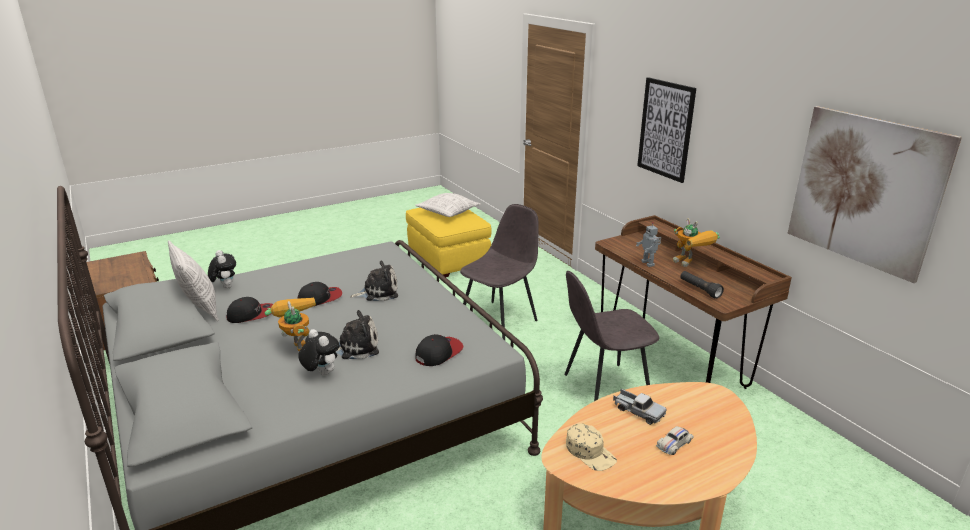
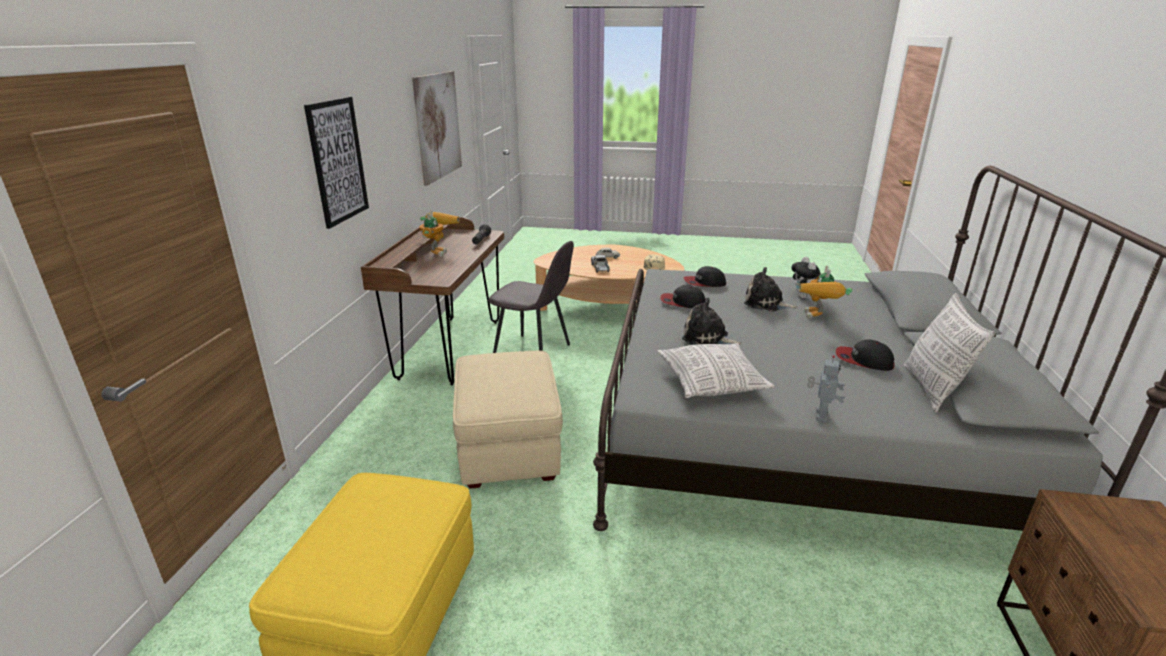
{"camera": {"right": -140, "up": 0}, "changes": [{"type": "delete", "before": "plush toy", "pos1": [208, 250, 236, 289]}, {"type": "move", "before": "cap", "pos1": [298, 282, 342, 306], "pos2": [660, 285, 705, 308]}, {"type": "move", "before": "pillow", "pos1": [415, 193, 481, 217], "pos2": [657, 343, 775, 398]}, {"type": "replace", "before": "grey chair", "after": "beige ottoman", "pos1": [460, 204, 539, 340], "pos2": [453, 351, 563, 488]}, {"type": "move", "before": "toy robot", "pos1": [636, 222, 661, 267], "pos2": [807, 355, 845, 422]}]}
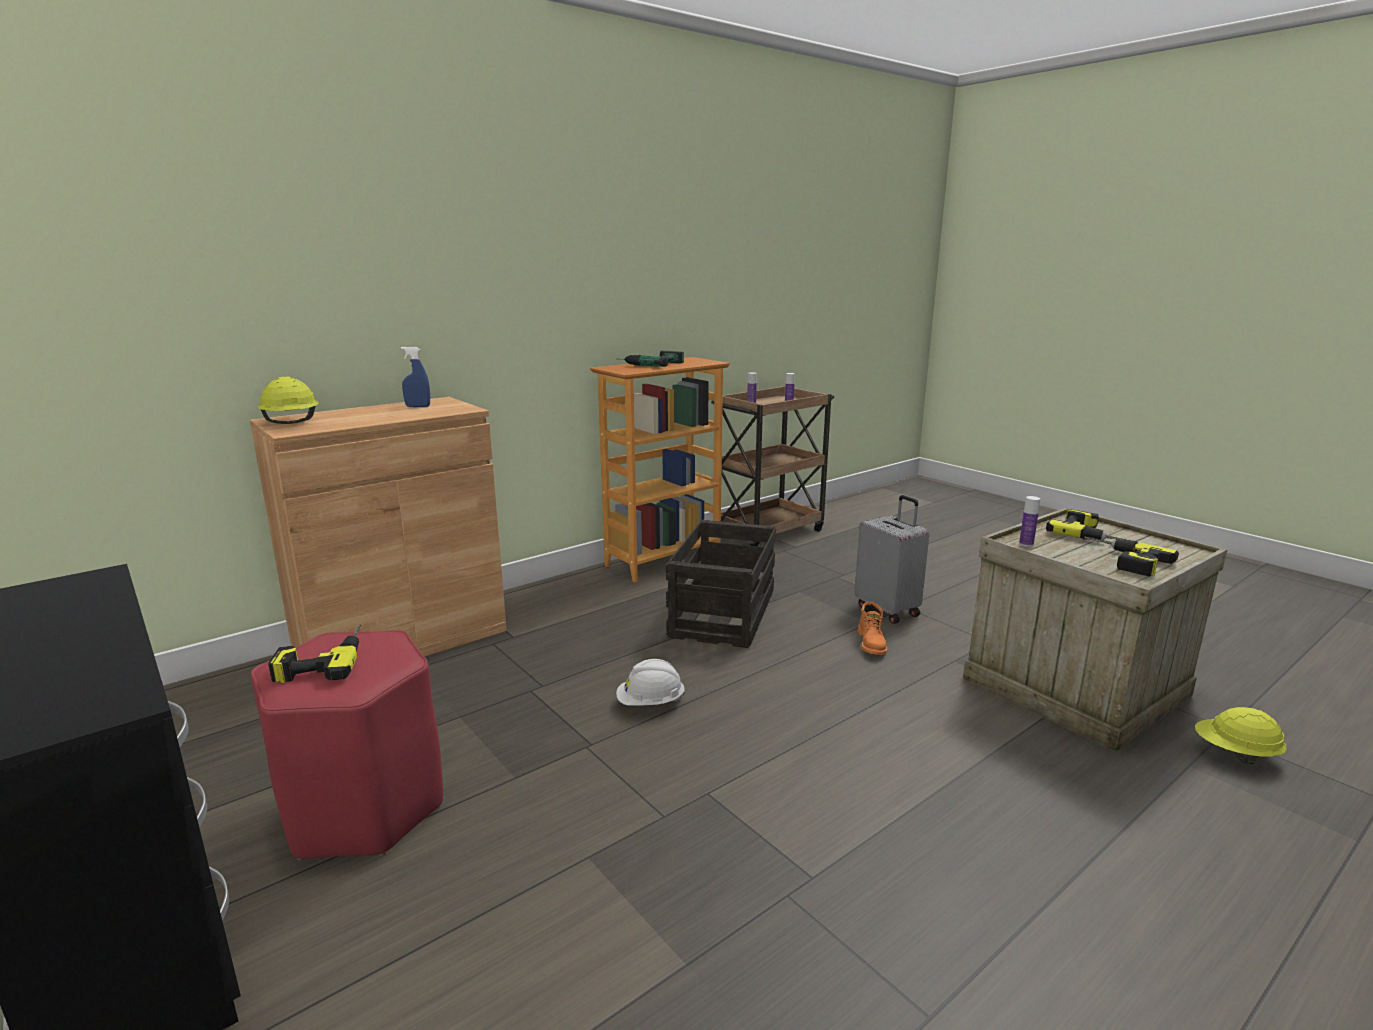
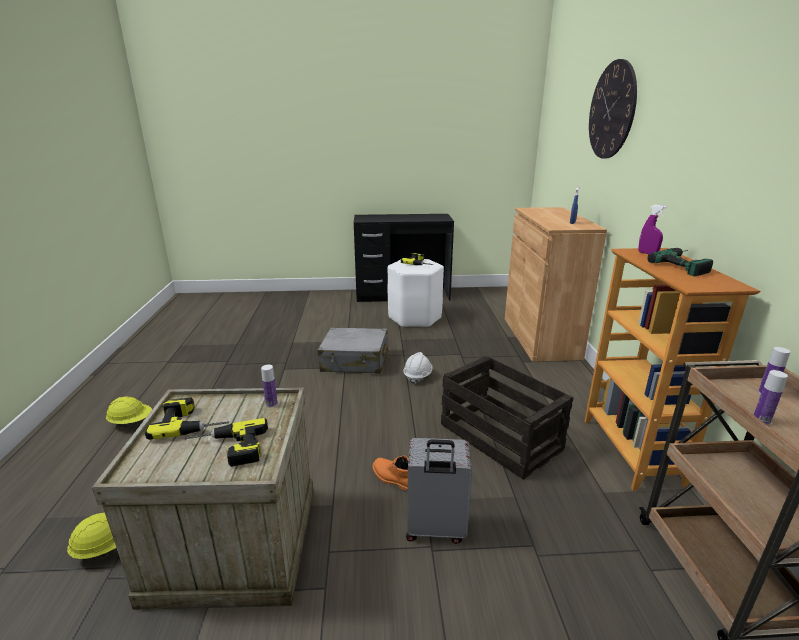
{"camera": {"right": 125, "up": 5}, "changes": [{"type": "recolor", "before": "red stool", "after": "white stool", "pos1": [251, 630, 443, 861], "pos2": [388, 259, 444, 328]}, {"type": "move", "before": "yellow hard hat", "pos1": [257, 377, 319, 424], "pos2": [106, 397, 152, 428]}, {"type": "insert", "after": "grey suitcase", "pos2": [317, 328, 389, 374]}, {"type": "insert", "after": "wall clock", "pos2": [589, 59, 637, 159]}, {"type": "insert", "after": "purple spray bottle", "pos2": [638, 204, 667, 254]}]}
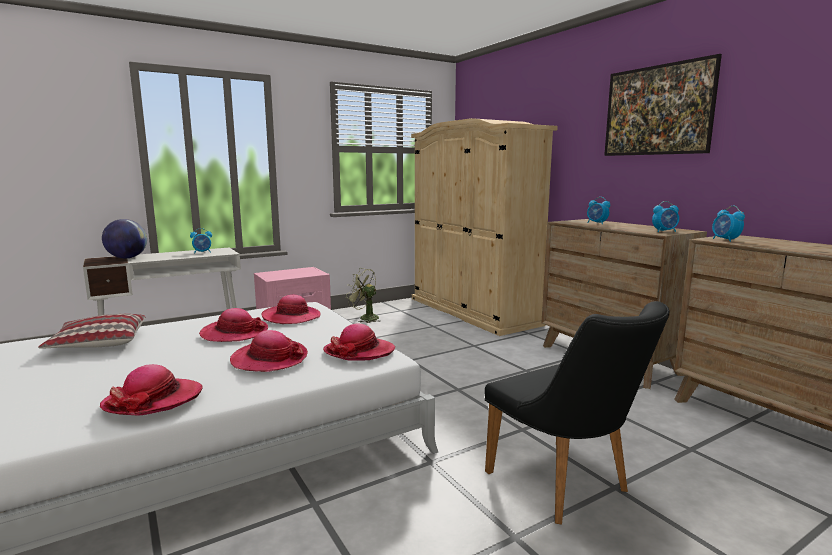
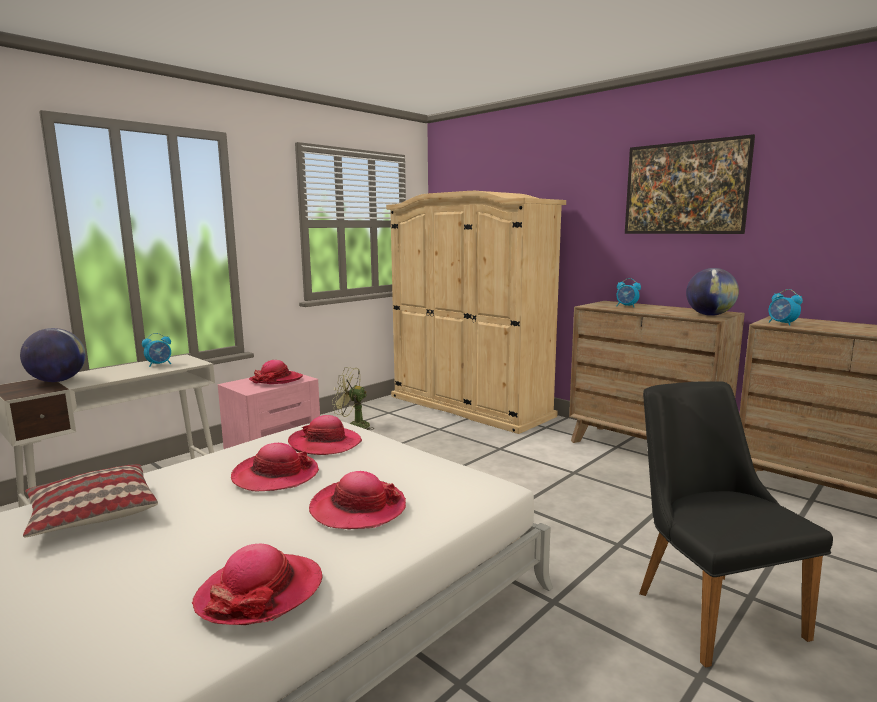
{"camera": {"right": -15, "up": 0}, "changes": [{"type": "move", "before": "hat", "pos1": [323, 323, 395, 361], "pos2": [249, 360, 303, 384]}, {"type": "rotate", "before": "black chair", "pos1": [484, 301, 669, 525], "pos2": [639, 381, 833, 668], "turn": -150}, {"type": "replace", "before": "alarm clock", "after": "globe", "pos1": [652, 201, 679, 232], "pos2": [686, 268, 739, 316]}]}
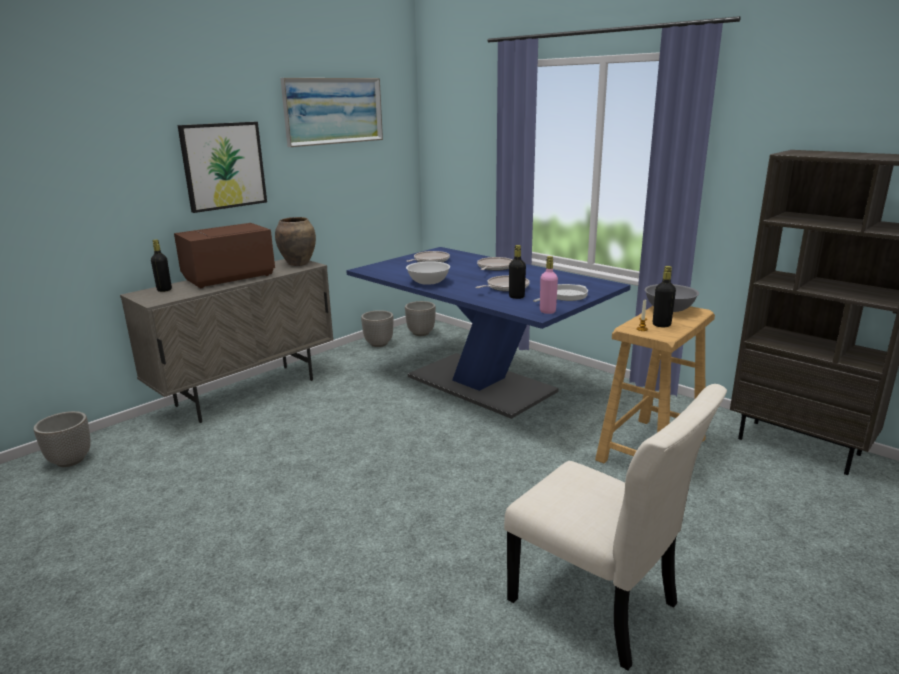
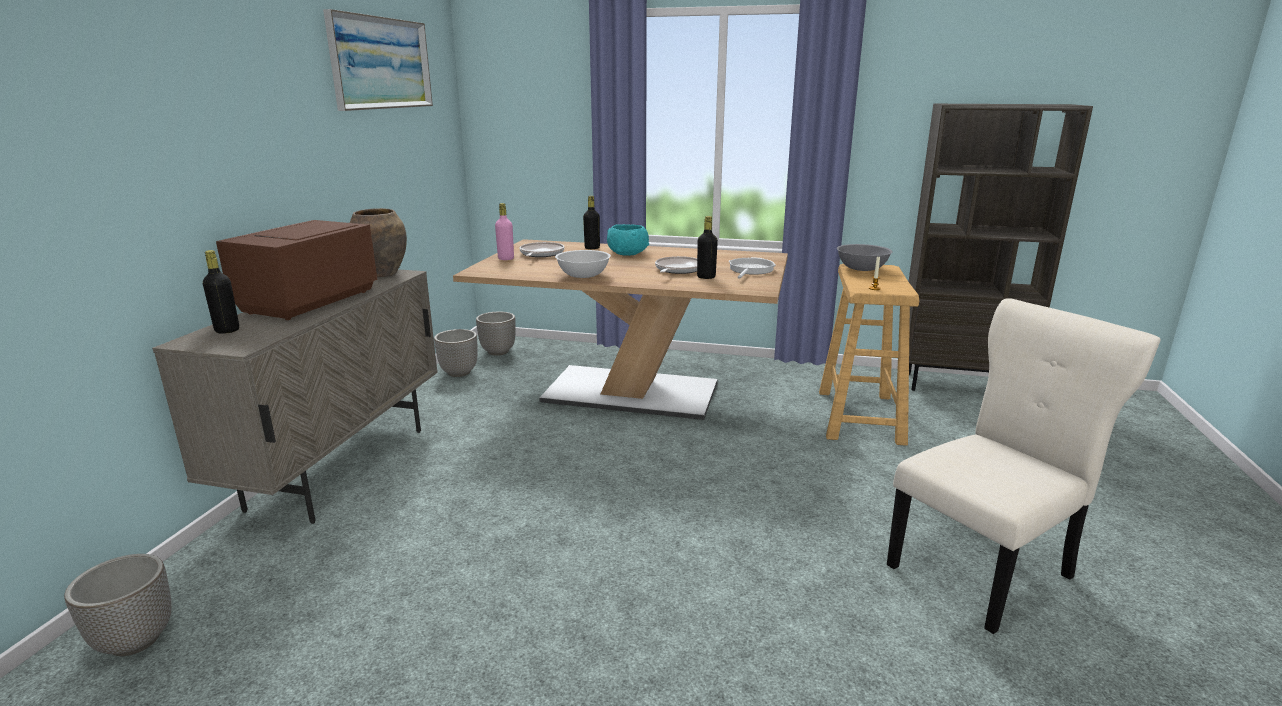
{"camera": {"right": -30, "up": 0}, "changes": [{"type": "delete", "before": "picture", "pos1": [177, 122, 267, 213]}, {"type": "recolor", "before": "blue dining table", "after": "brown dining table", "pos1": [346, 247, 631, 419], "pos2": [453, 239, 788, 420]}, {"type": "replace", "before": "frying pan", "after": "turquoise bowl", "pos1": [477, 257, 513, 271], "pos2": [607, 224, 649, 256]}, {"type": "rotate", "before": "beige chair", "pos1": [504, 384, 727, 671], "pos2": [887, 298, 1161, 634], "turn": -45}, {"type": "move", "before": "pink bottle", "pos1": [540, 256, 558, 314], "pos2": [495, 203, 514, 260]}, {"type": "move", "before": "black bottle", "pos1": [653, 266, 676, 327], "pos2": [583, 196, 600, 249]}]}
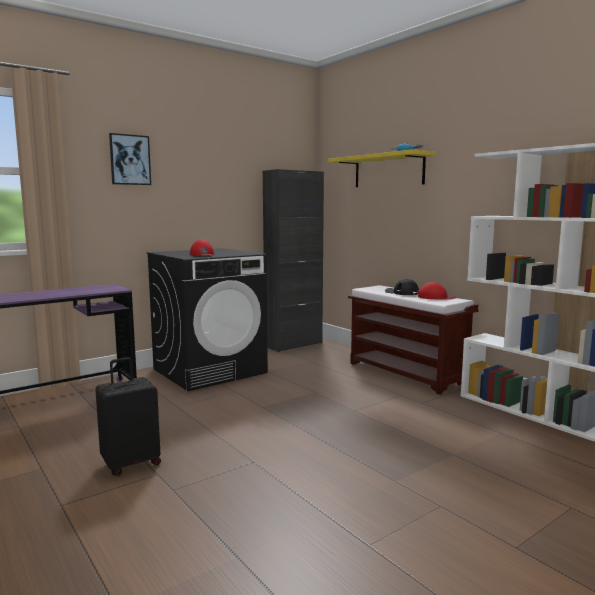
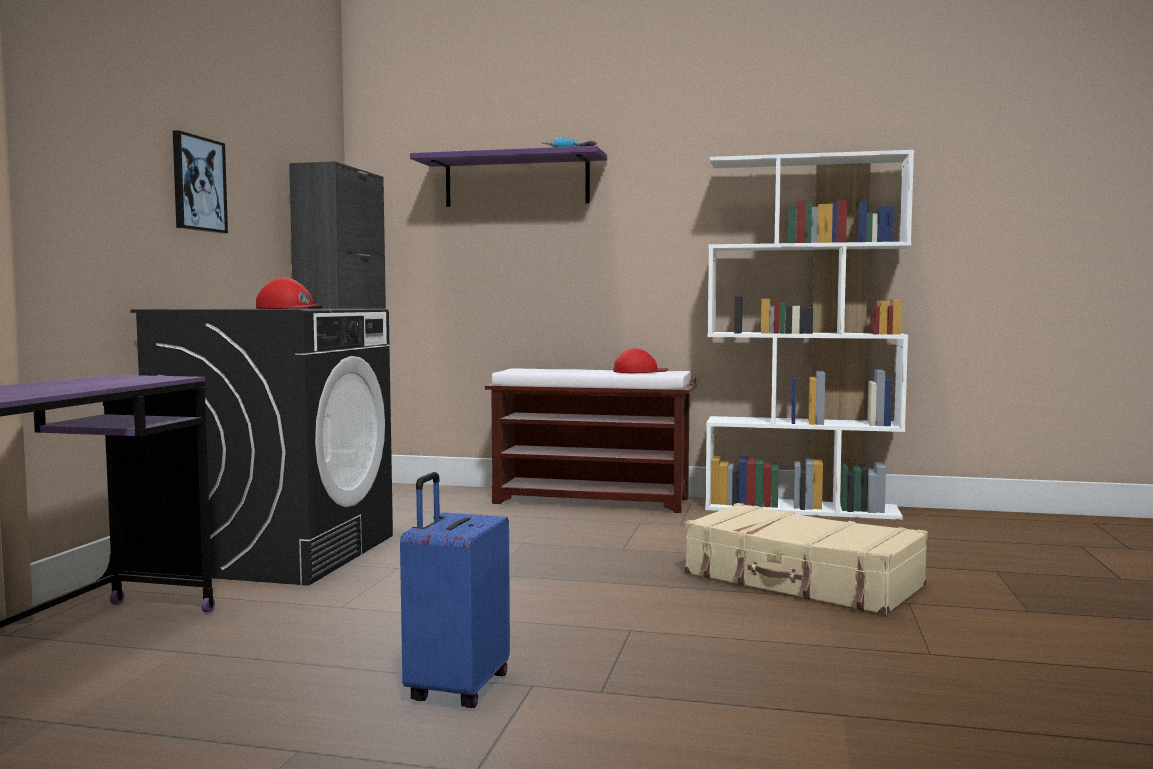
{"camera": {"right": -40, "up": -5}, "changes": [{"type": "recolor", "before": "black suitcase", "after": "blue suitcase", "pos1": [95, 357, 161, 476], "pos2": [400, 472, 510, 708]}, {"type": "move", "before": "picture", "pos1": [109, 133, 151, 185], "pos2": [173, 130, 228, 233]}, {"type": "recolor", "before": "yellow shelf", "after": "purple shelf", "pos1": [328, 150, 435, 187], "pos2": [410, 146, 607, 207]}, {"type": "delete", "before": "black cap", "pos1": [385, 279, 419, 295]}, {"type": "insert", "after": "beige suitcase", "pos2": [685, 503, 928, 615]}]}
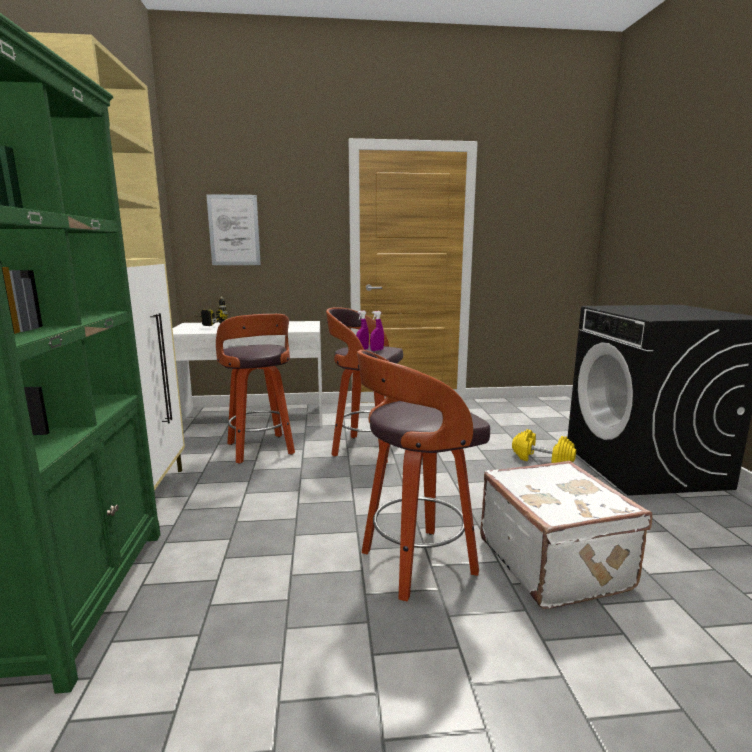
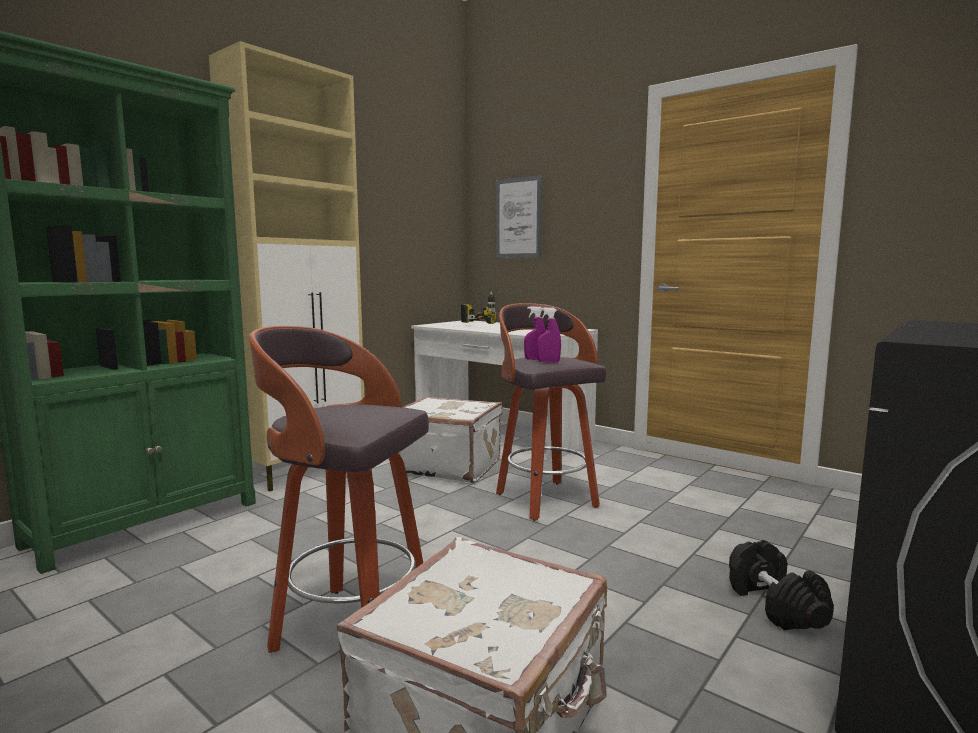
{"camera": {"right": 45, "up": -5}, "changes": [{"type": "replace", "before": "stool", "after": "white suitcase", "pos1": [216, 314, 295, 464], "pos2": [399, 396, 502, 483]}, {"type": "recolor", "before": "yellow dumbbell", "after": "black dumbbell", "pos1": [512, 429, 576, 463], "pos2": [729, 540, 834, 630]}]}
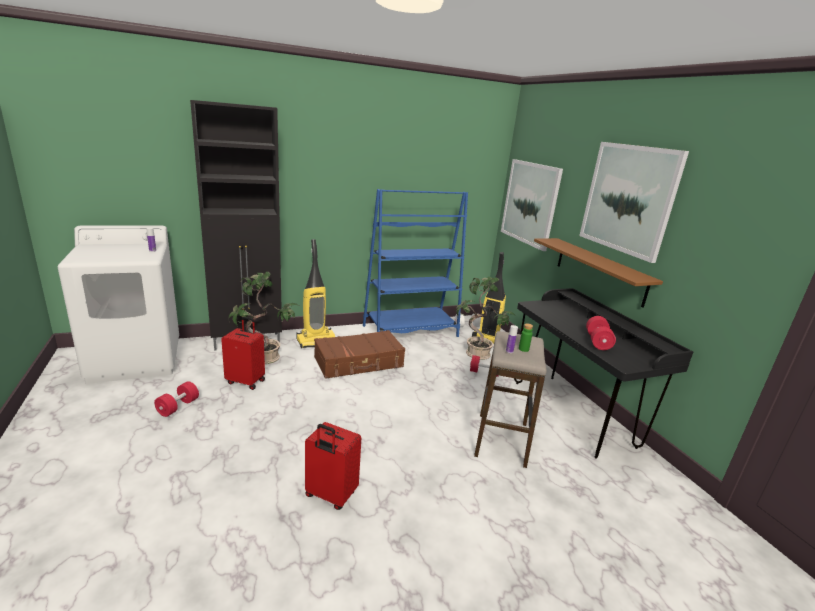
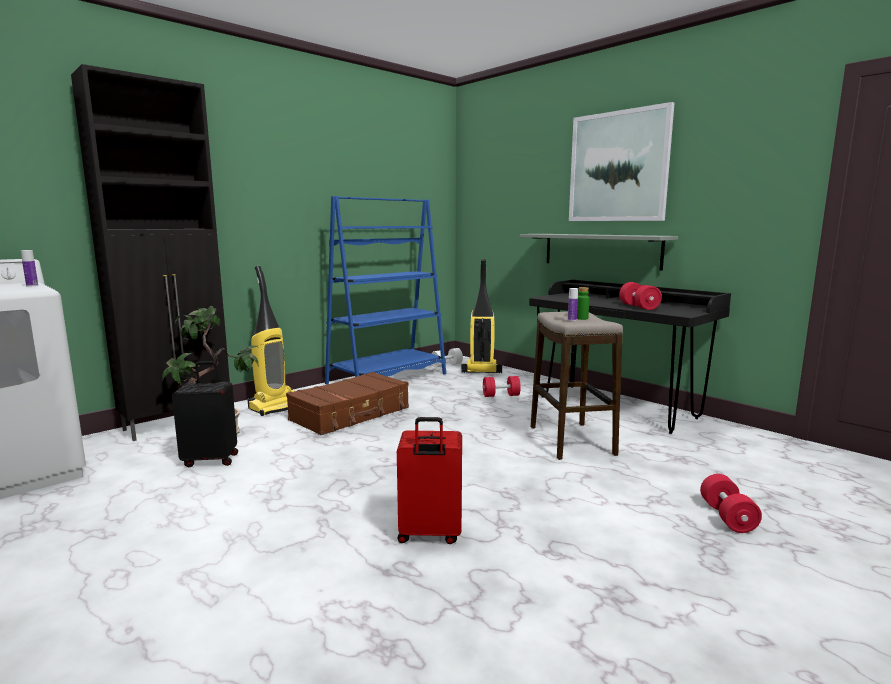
{"camera": {"right": -20, "up": -10}, "changes": [{"type": "move", "before": "red dumbbell", "pos1": [154, 381, 199, 417], "pos2": [700, 474, 762, 533]}, {"type": "recolor", "before": "red suitcase", "after": "black suitcase", "pos1": [221, 317, 265, 390], "pos2": [172, 361, 238, 467]}, {"type": "delete", "before": "potted plant", "pos1": [455, 277, 516, 360]}, {"type": "delete", "before": "picture", "pos1": [501, 159, 563, 251]}, {"type": "recolor", "before": "brown shelf", "after": "grey shelf", "pos1": [534, 238, 663, 308], "pos2": [520, 234, 678, 271]}]}
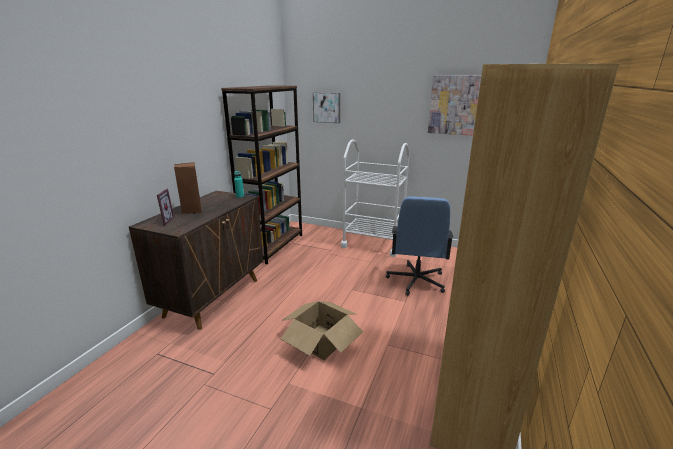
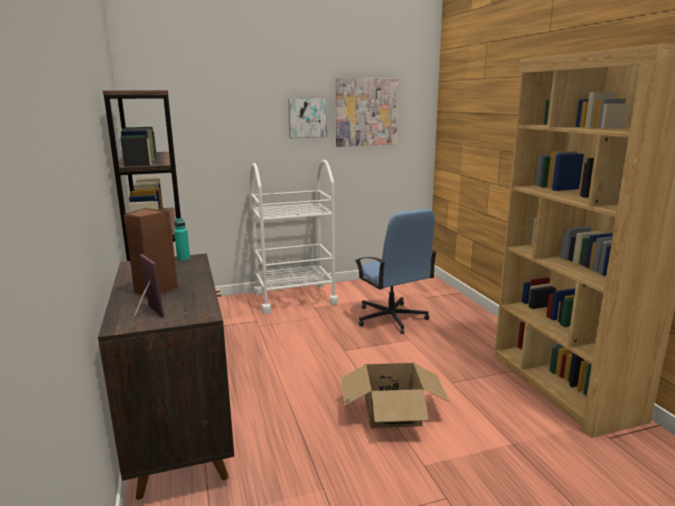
{"camera": {"right": -40, "up": -5}, "changes": [{"type": "move", "before": "picture", "pos1": [313, 93, 340, 123], "pos2": [288, 98, 327, 138]}]}
